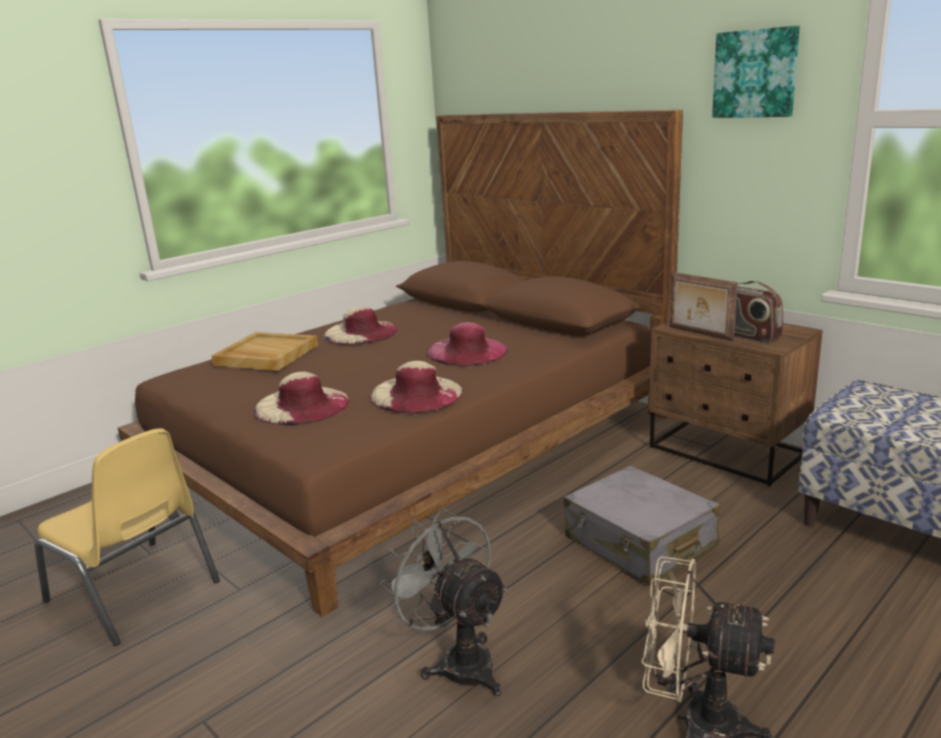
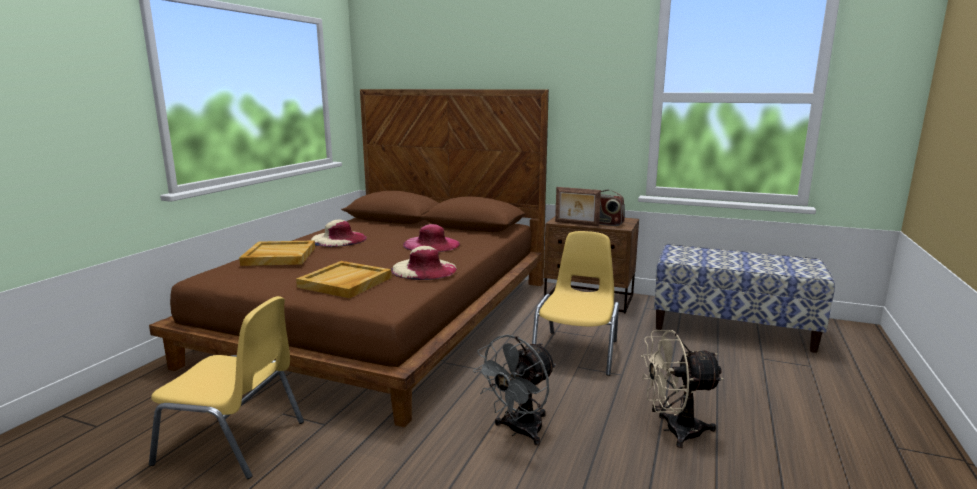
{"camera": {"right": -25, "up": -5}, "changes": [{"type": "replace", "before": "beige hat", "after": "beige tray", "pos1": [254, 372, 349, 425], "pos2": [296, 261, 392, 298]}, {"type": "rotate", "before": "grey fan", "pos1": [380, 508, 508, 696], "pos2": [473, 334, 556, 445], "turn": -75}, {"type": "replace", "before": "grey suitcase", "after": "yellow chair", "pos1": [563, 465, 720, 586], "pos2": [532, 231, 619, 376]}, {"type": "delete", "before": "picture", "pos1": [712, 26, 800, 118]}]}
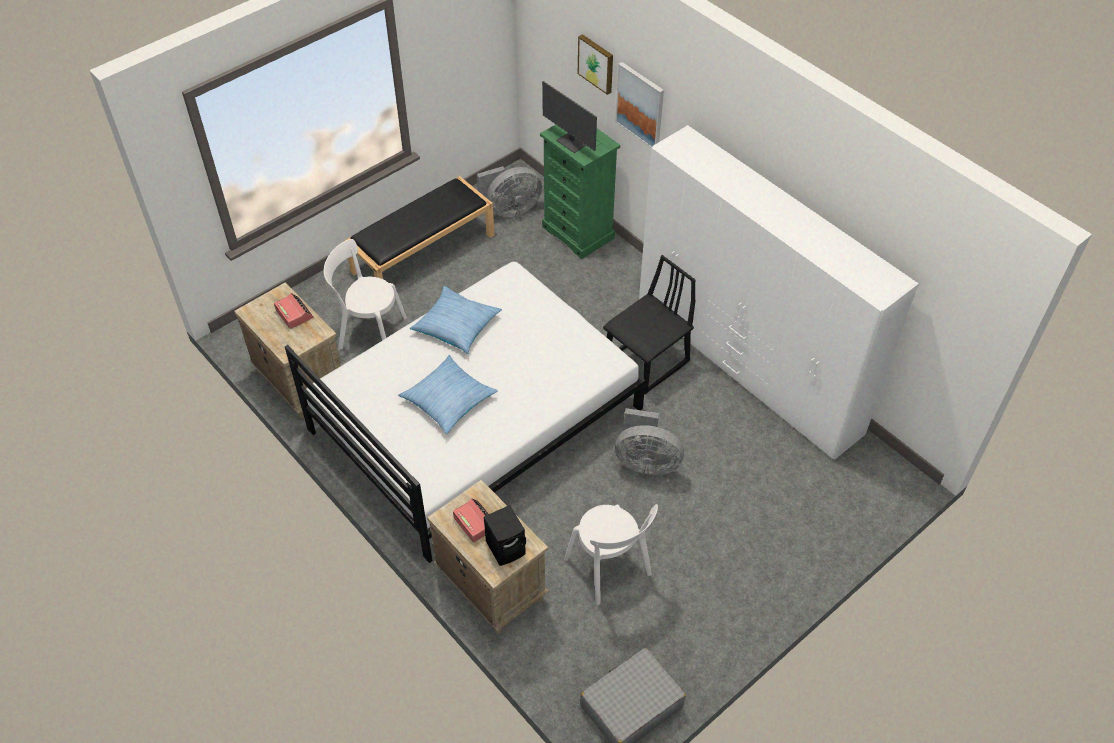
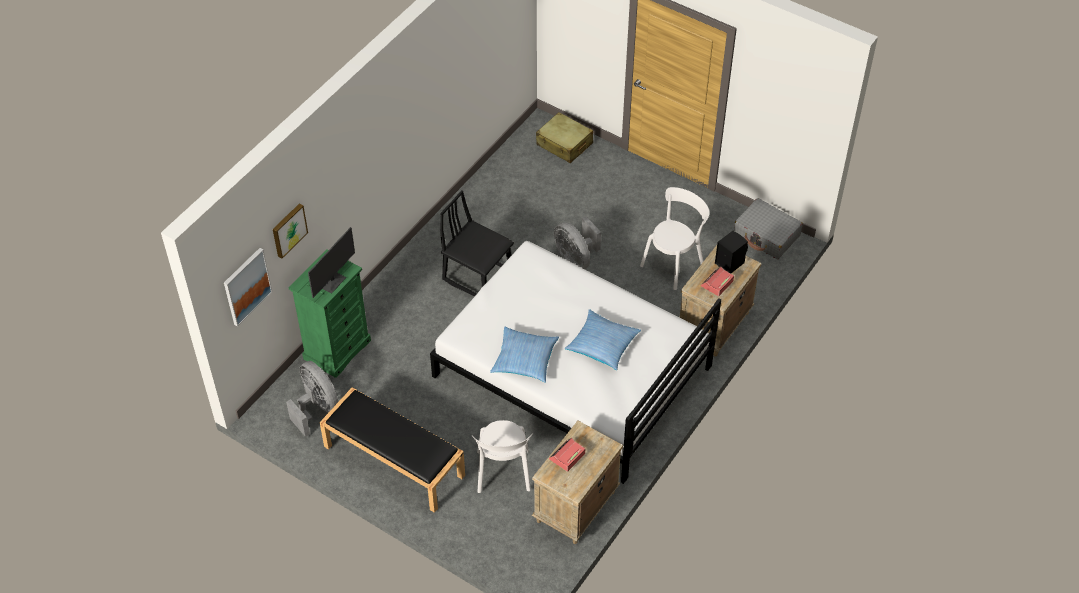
{"camera": {"right": -105, "up": 0}, "changes": [{"type": "move", "before": "picture", "pos1": [615, 62, 664, 148], "pos2": [224, 248, 272, 327]}, {"type": "rotate", "before": "grey fan", "pos1": [615, 408, 684, 475], "pos2": [554, 216, 601, 269], "turn": 150}, {"type": "delete", "before": "white wardrobe", "pos1": [639, 125, 919, 460]}, {"type": "insert", "after": "beige suitcase", "pos2": [536, 112, 593, 163]}]}
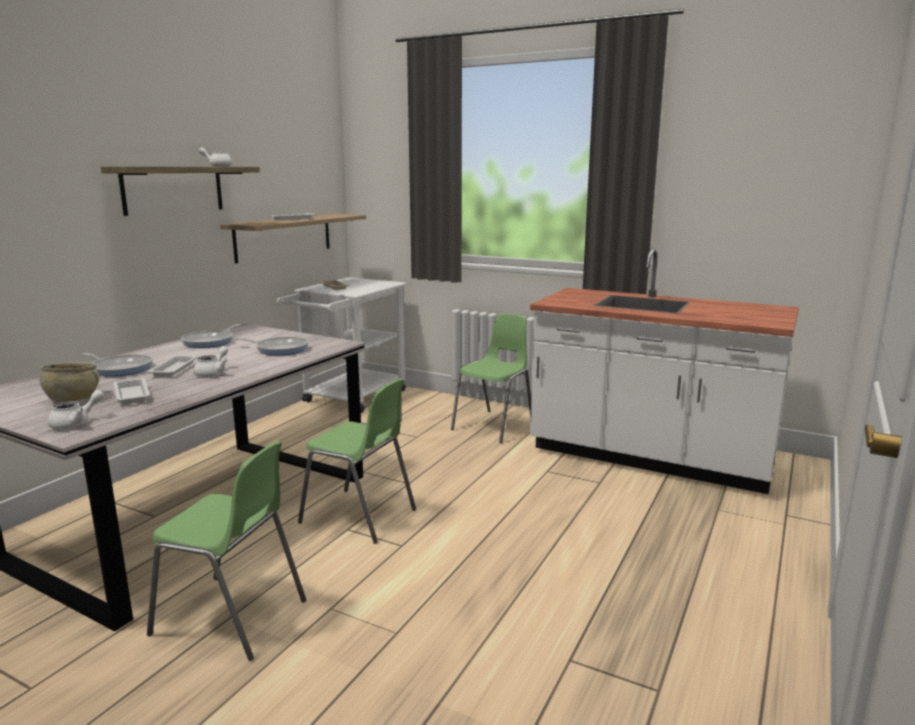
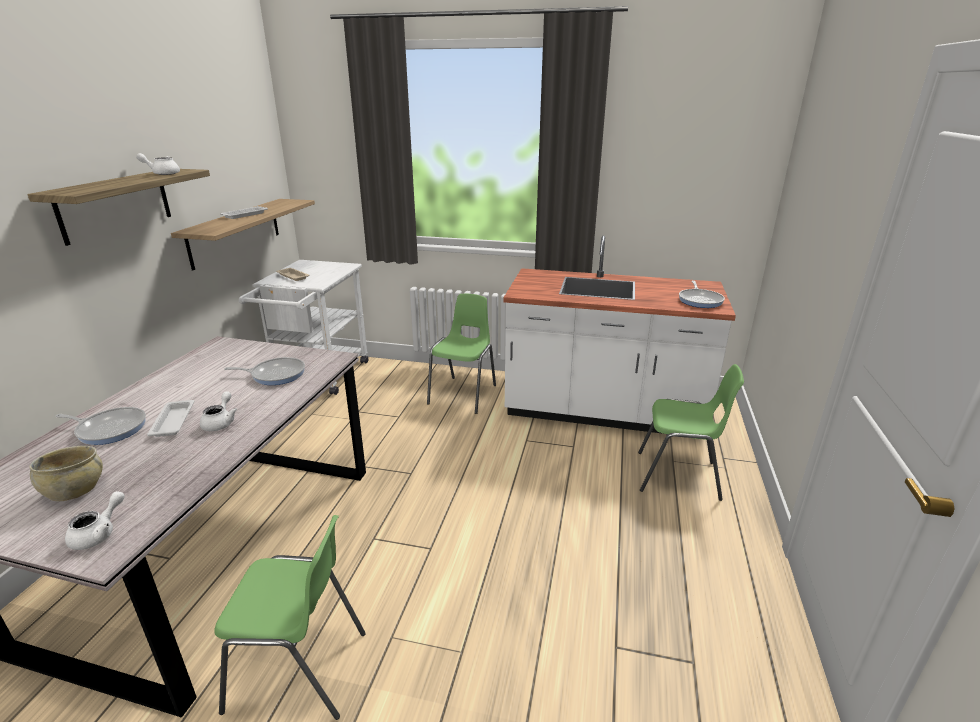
{"camera": {"right": -15, "up": 10}, "changes": [{"type": "delete", "before": "white tray", "pos1": [114, 378, 150, 404]}, {"type": "move", "before": "frying pan", "pos1": [181, 324, 241, 348], "pos2": [679, 281, 725, 308]}, {"type": "move", "before": "green chair", "pos1": [298, 378, 416, 544], "pos2": [638, 364, 744, 501]}]}
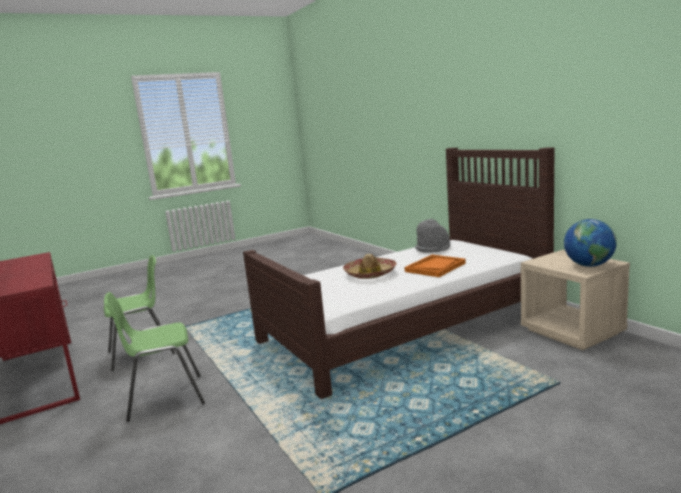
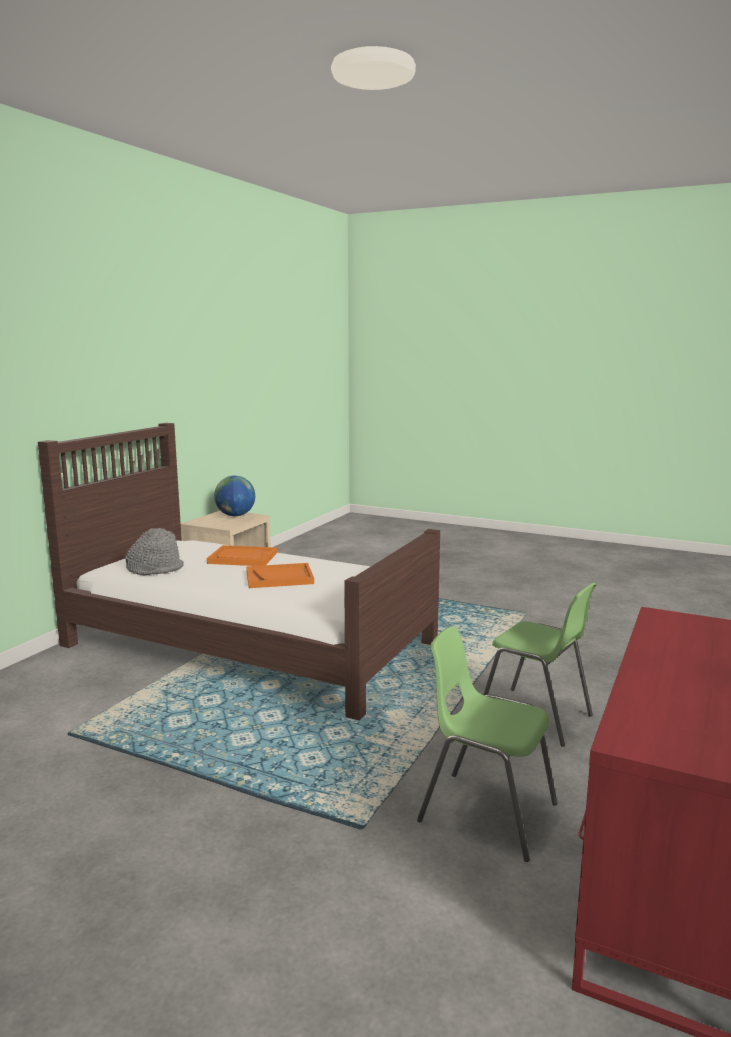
{"camera": {"right": -125, "up": 0}, "changes": [{"type": "replace", "before": "hat", "after": "orange tray", "pos1": [343, 254, 397, 279], "pos2": [246, 563, 314, 588]}]}
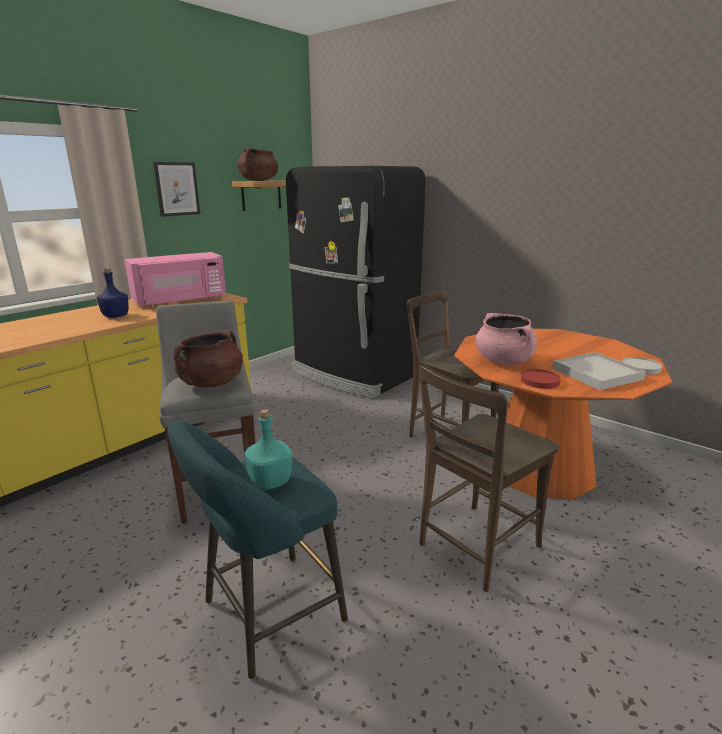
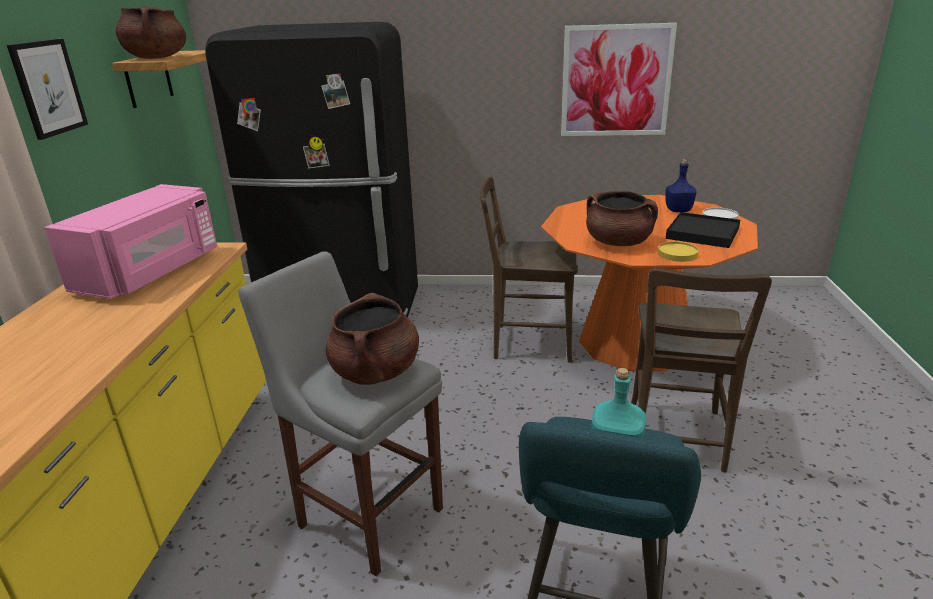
{"camera": {"right": -35, "up": 5}, "changes": [{"type": "move", "before": "blue bottle", "pos1": [96, 268, 129, 318], "pos2": [665, 160, 697, 212]}, {"type": "recolor", "before": "pink cooking pot", "after": "brown cooking pot", "pos1": [475, 313, 538, 365], "pos2": [586, 191, 658, 246]}, {"type": "recolor", "before": "red plate", "after": "yellow plate", "pos1": [521, 369, 561, 389], "pos2": [658, 242, 699, 262]}, {"type": "recolor", "before": "white tray", "after": "black tray", "pos1": [552, 352, 646, 390], "pos2": [666, 212, 740, 248]}, {"type": "insert", "after": "picture", "pos2": [561, 23, 677, 136]}]}
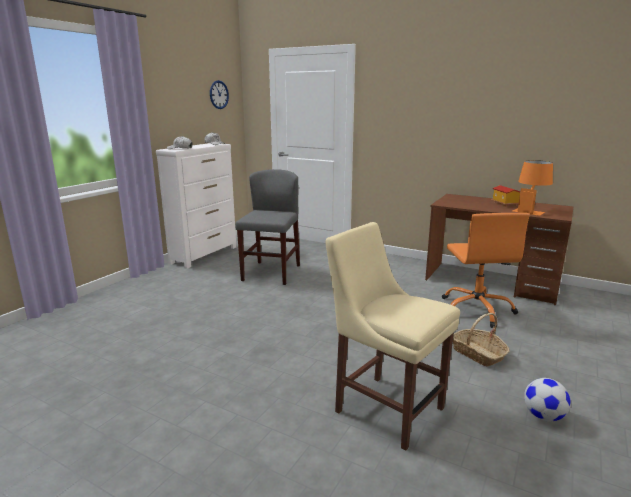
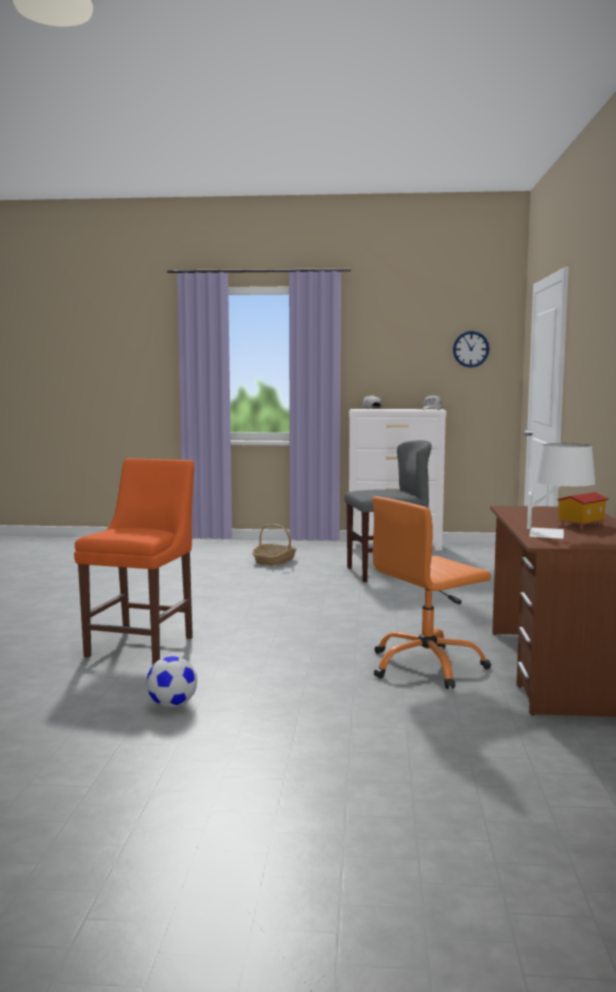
{"camera": {"right": 65, "up": -10}, "changes": [{"type": "recolor", "before": "beige chair", "after": "orange chair", "pos1": [325, 222, 460, 451], "pos2": [74, 458, 194, 664]}, {"type": "move", "before": "basket", "pos1": [453, 313, 509, 367], "pos2": [252, 523, 297, 566]}, {"type": "recolor", "before": "orange table lamp", "after": "white table lamp", "pos1": [513, 160, 553, 216], "pos2": [527, 443, 595, 539]}]}
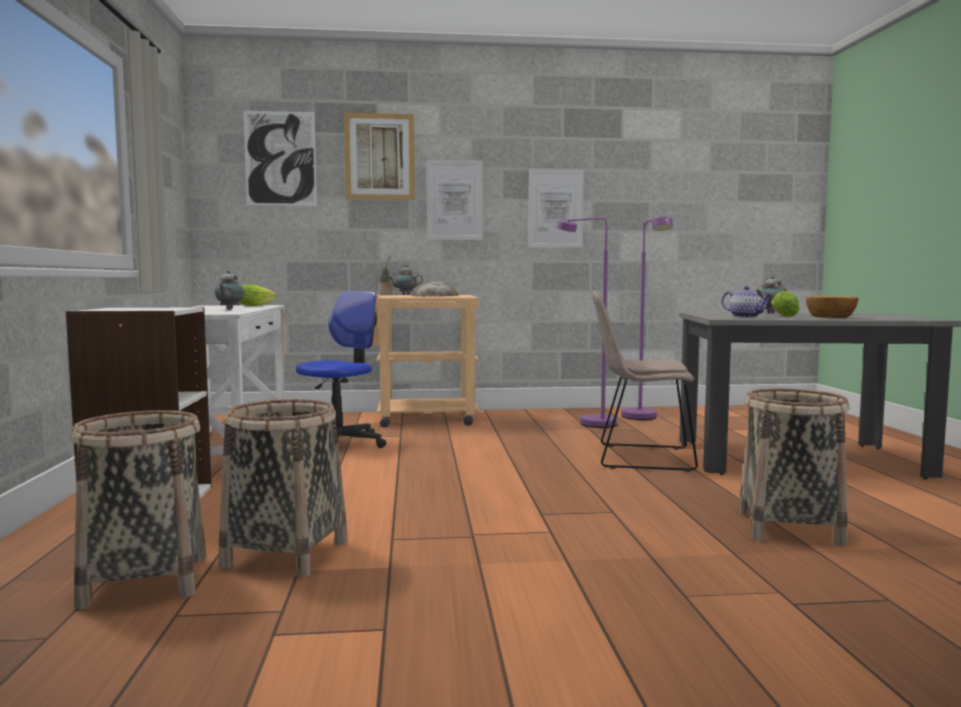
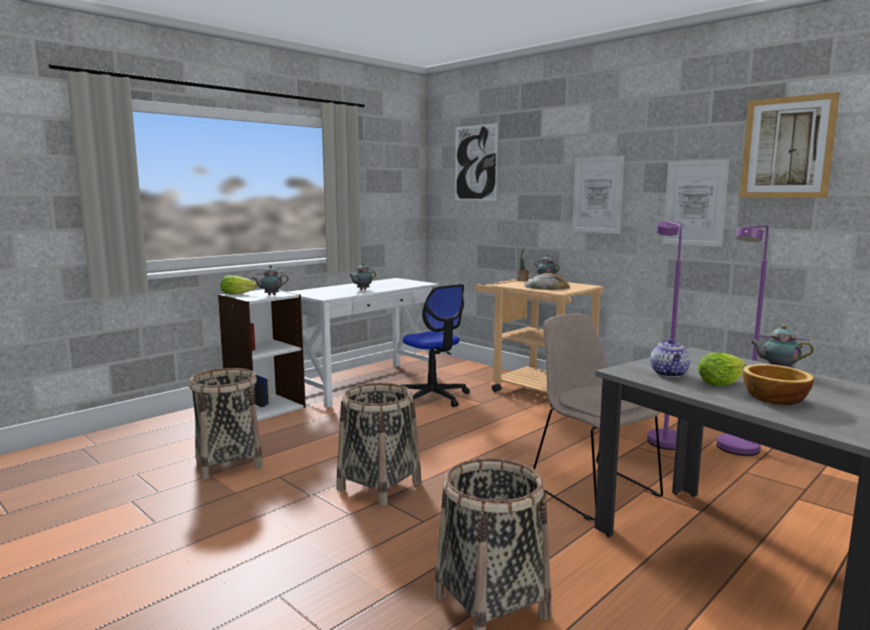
{"camera": {"right": 50, "up": 5}, "changes": [{"type": "move", "before": "basket", "pos1": [70, 410, 206, 609], "pos2": [337, 383, 421, 507]}, {"type": "move", "before": "lettuce", "pos1": [239, 284, 277, 306], "pos2": [220, 275, 257, 294]}, {"type": "rotate", "before": "office chair", "pos1": [296, 291, 386, 448], "pos2": [399, 284, 470, 407], "turn": 60}, {"type": "move", "before": "picture", "pos1": [344, 113, 415, 200], "pos2": [740, 92, 840, 198]}, {"type": "insert", "after": "teapot", "pos2": [252, 265, 289, 295]}]}
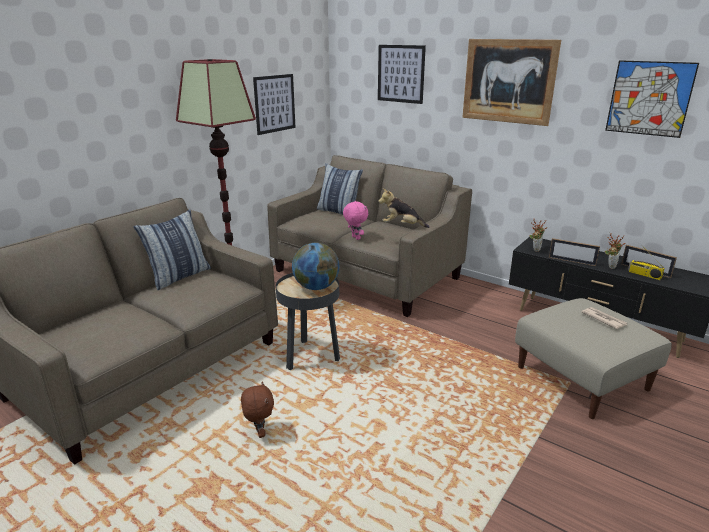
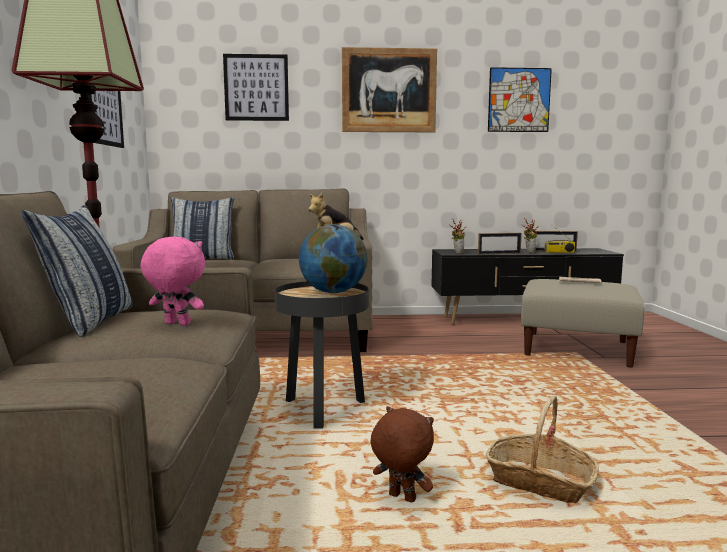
{"camera": {"right": -40, "up": -15}, "changes": [{"type": "move", "before": "pink plush toy", "pos1": [343, 201, 368, 240], "pos2": [141, 236, 205, 326]}, {"type": "insert", "after": "basket", "pos2": [486, 395, 599, 503]}]}
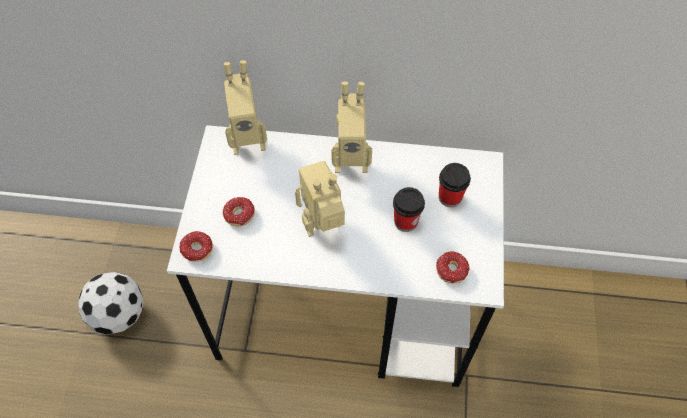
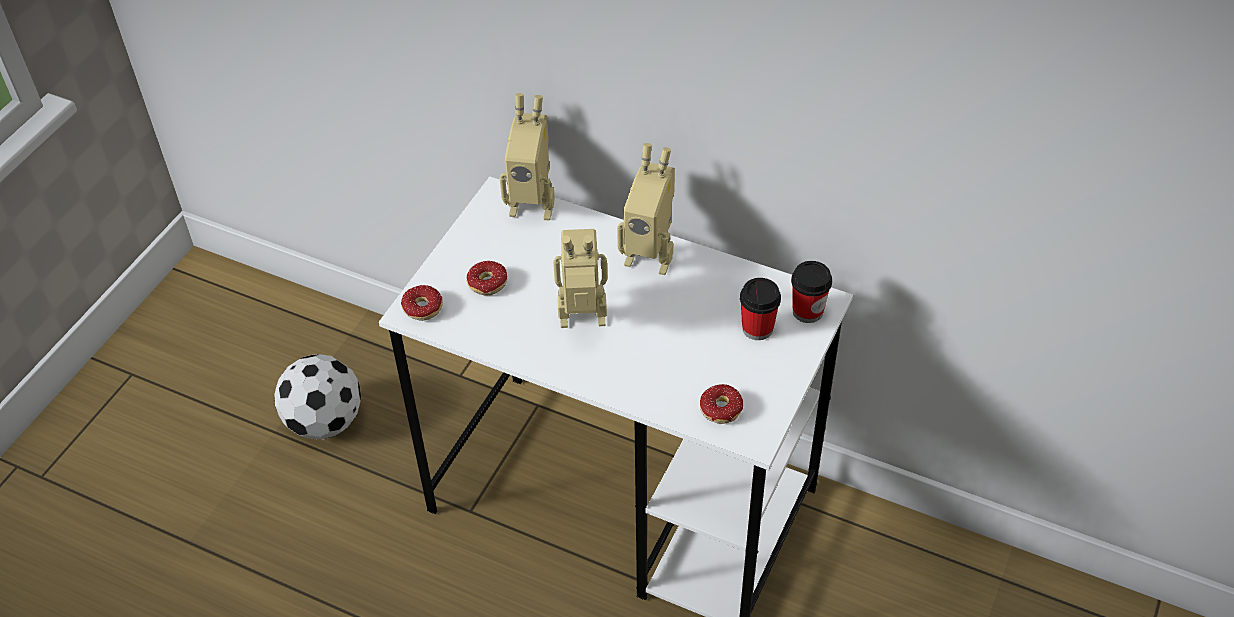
{"camera": {"right": 20, "up": -10}, "changes": [{"type": "move", "before": "cup", "pos1": [393, 187, 425, 232], "pos2": [791, 261, 832, 323]}]}
